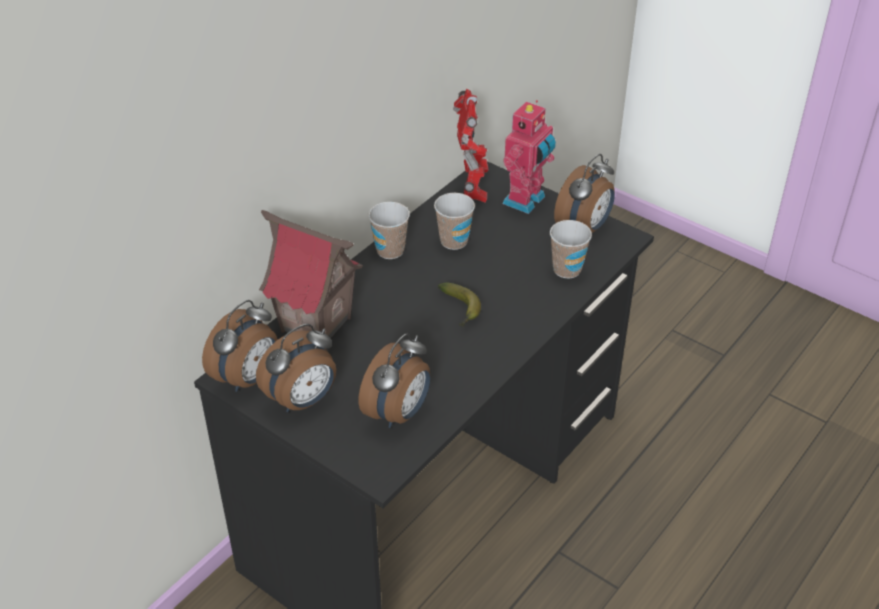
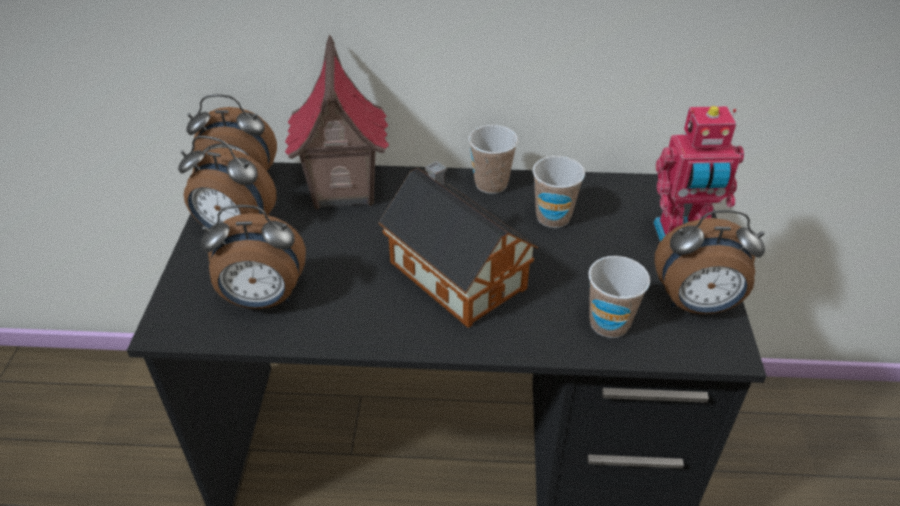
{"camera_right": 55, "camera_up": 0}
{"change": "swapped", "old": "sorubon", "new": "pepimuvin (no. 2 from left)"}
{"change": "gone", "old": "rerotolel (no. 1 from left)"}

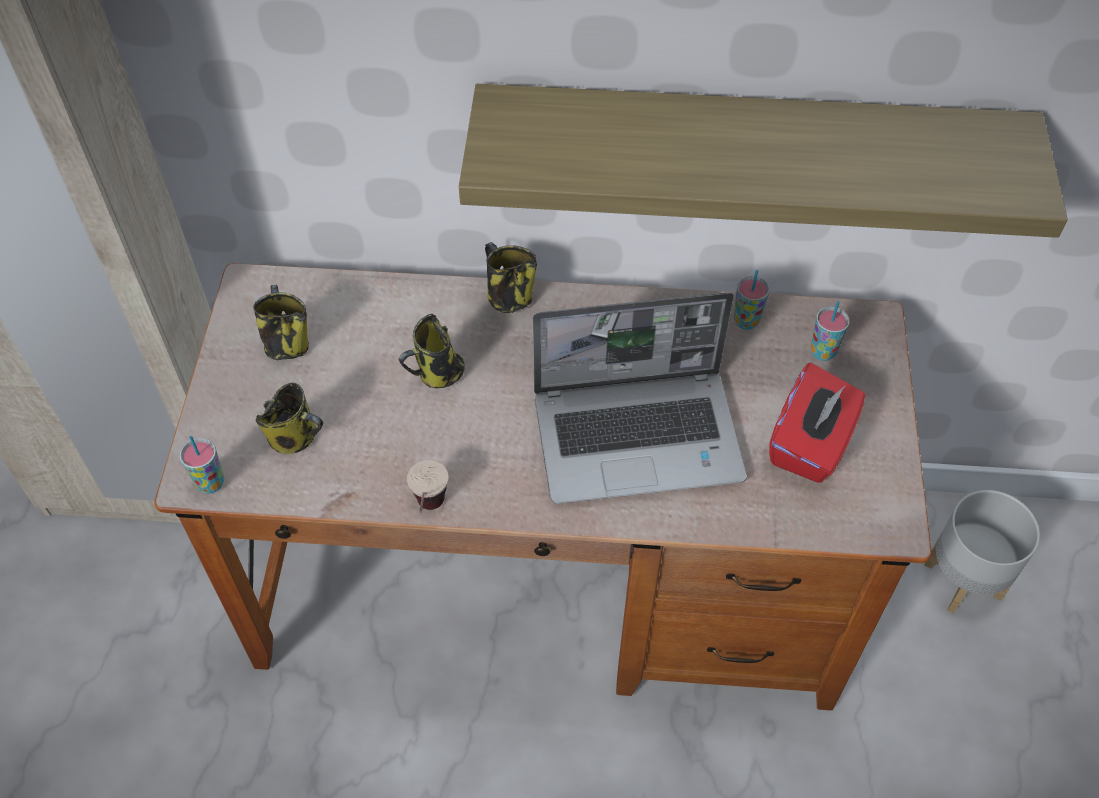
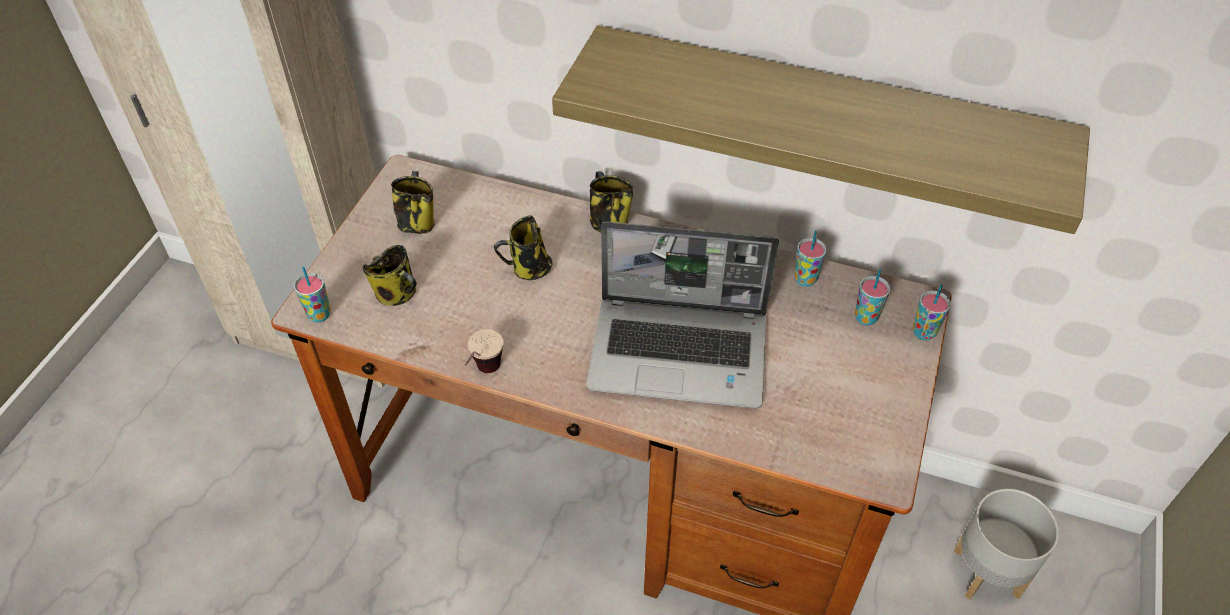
{"camera_right": 15, "camera_up": -5}
{"change": "gone", "old": "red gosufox"}
{"change": "new", "new": "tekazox (no. 5 from left)"}

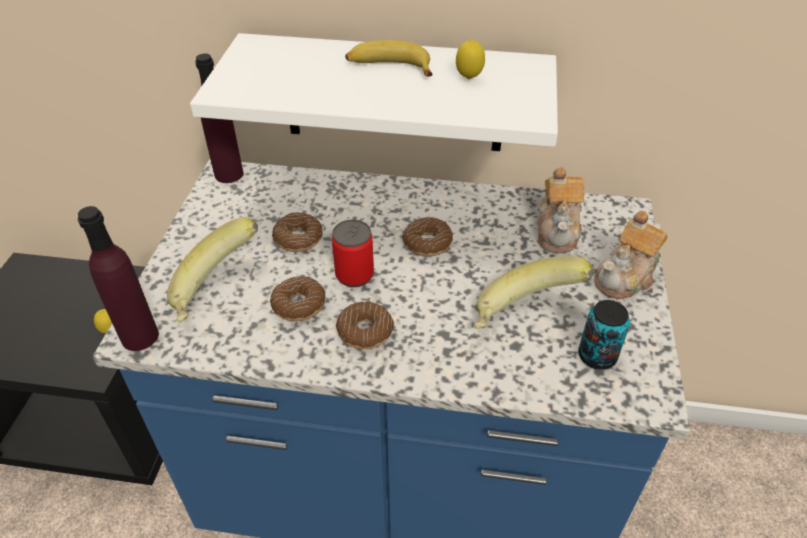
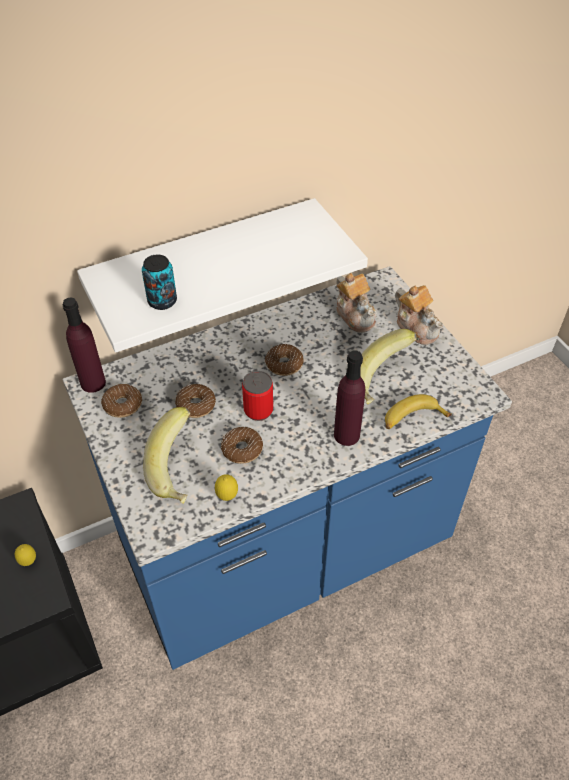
{"camera_right": -35, "camera_up": 5}
{"change": "shifted", "old": "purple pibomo (no. 1 from left in the first image)", "new": "purple pibomo (no. 2 from left)"}
{"change": "shifted", "old": "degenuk (no. 3 from left in the first image)", "new": "degenuk (no. 1 from left)"}
{"change": "shifted", "old": "sorubon (no. 2 from left in the first image)", "new": "sorubon (no. 3 from left)"}
{"change": "shifted", "old": "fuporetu (no. 2 from left)"}
{"change": "shifted", "old": "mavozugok (no. 2 from left in the first image)", "new": "mavozugok (no. 1 from left)"}
{"change": "rotated", "old": "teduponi (no. 2 from left)", "degrees": -45}

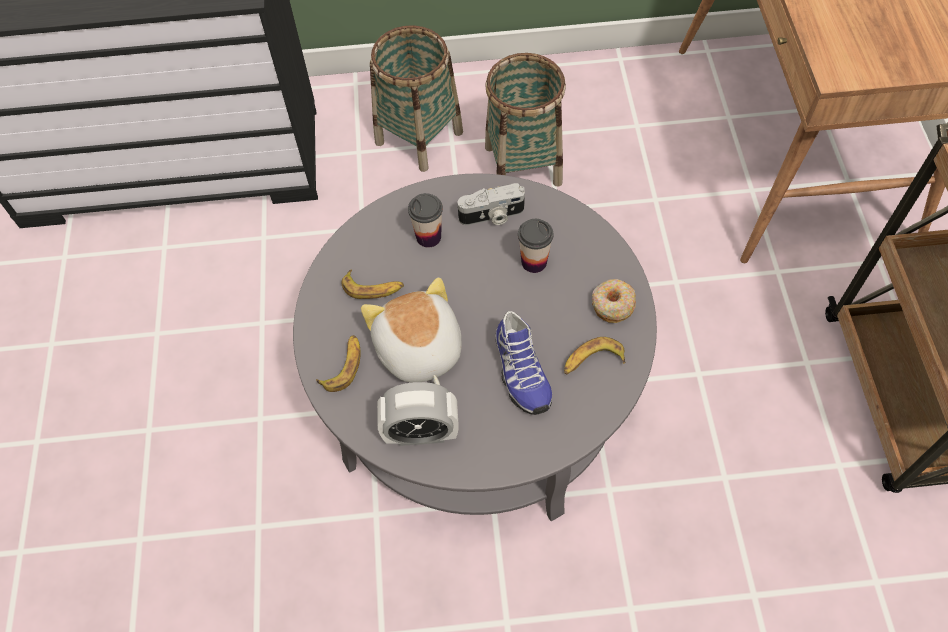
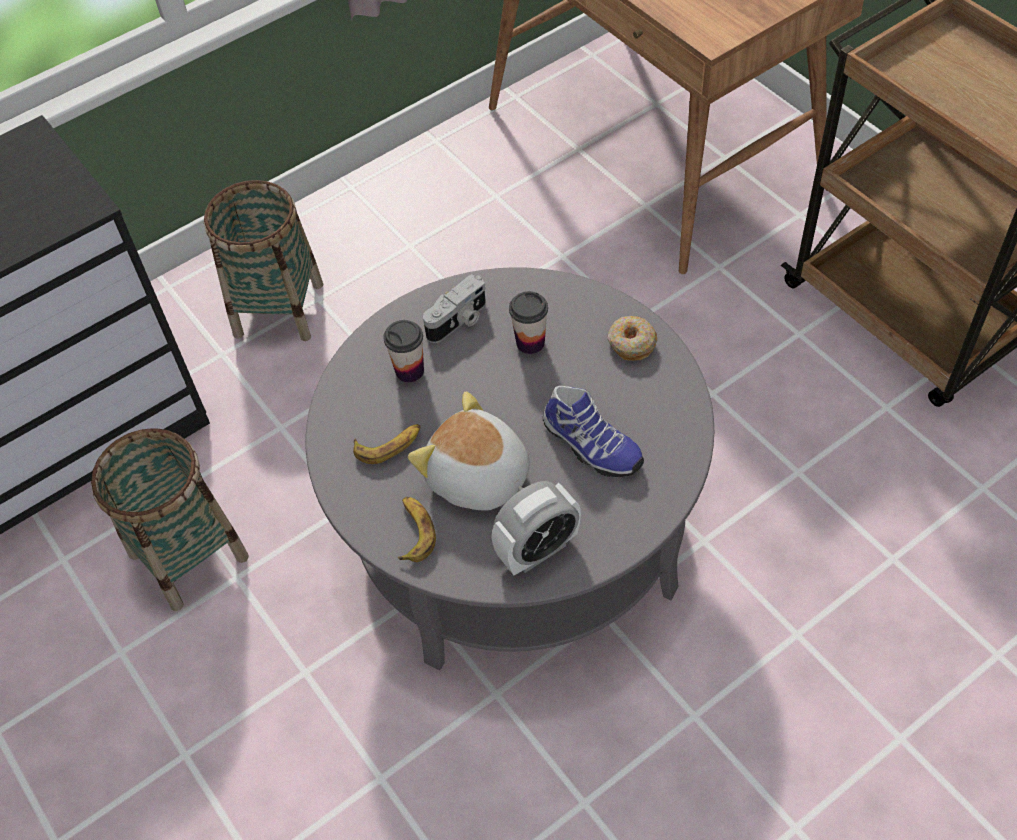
{"camera_right": -30, "camera_up": -5}
{"change": "shifted", "old": "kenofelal (no. 2 from left in the first image)", "new": "kenofelal (no. 1 from left)"}
{"change": "gone", "old": "sorubon (no. 3 from left)"}

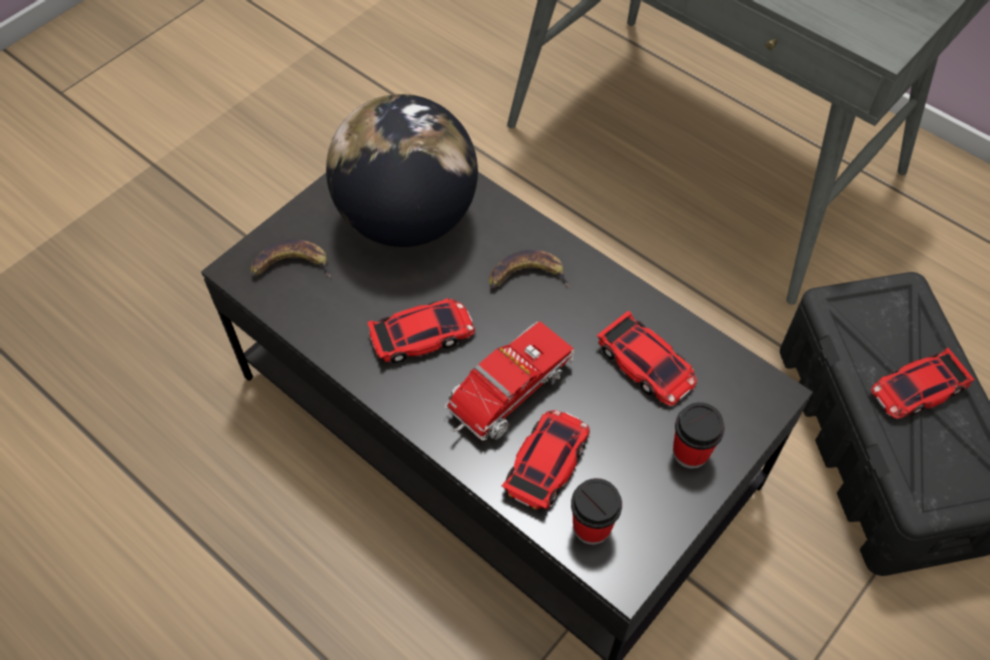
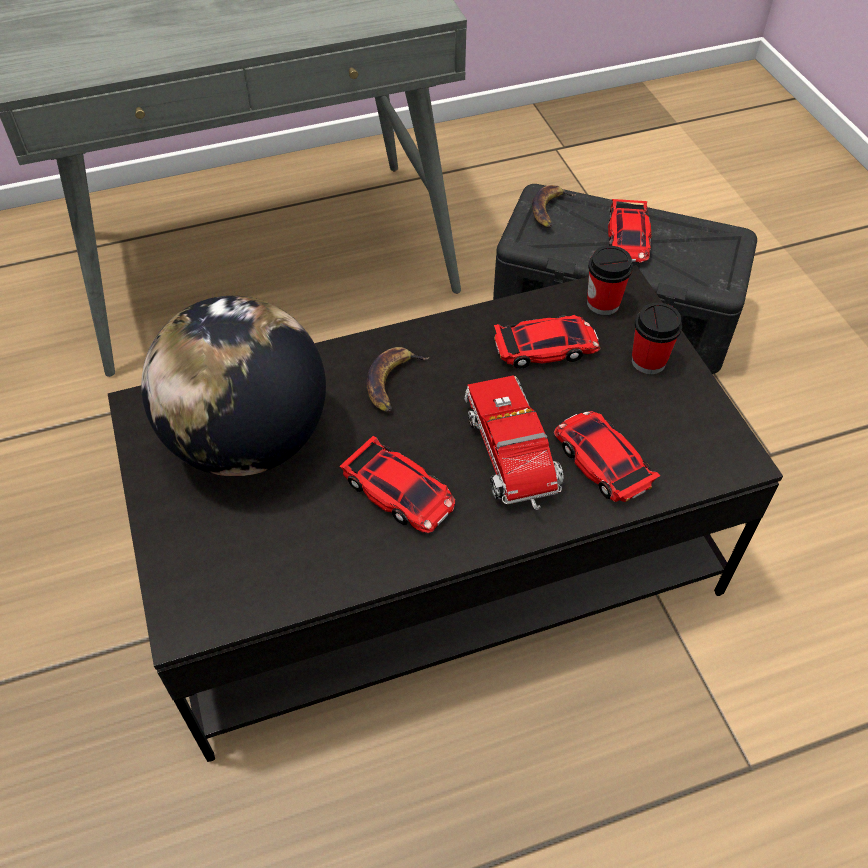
{"camera_right": -60, "camera_up": -5}
{"change": "shifted", "old": "sorubon (no. 1 from left in the first image)", "new": "sorubon (no. 2 from left)"}
{"change": "rotated", "old": "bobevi (no. 1 from left)", "degrees": 120}
{"change": "shifted", "old": "tekazox (no. 1 from left)"}

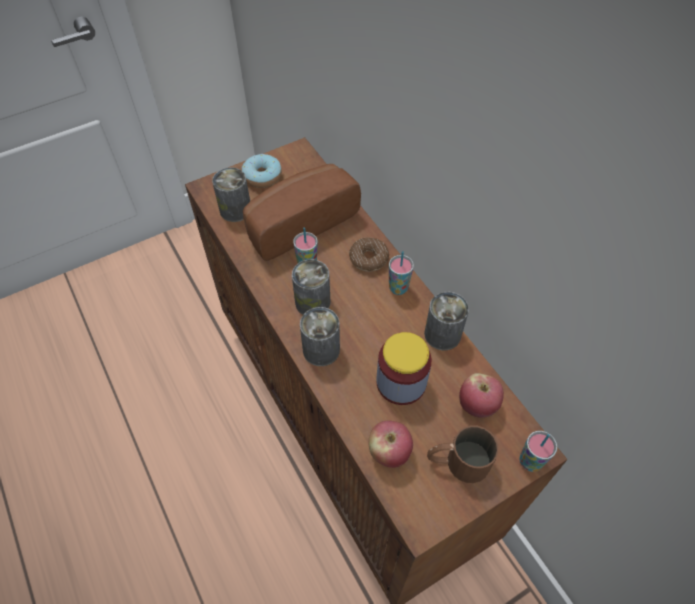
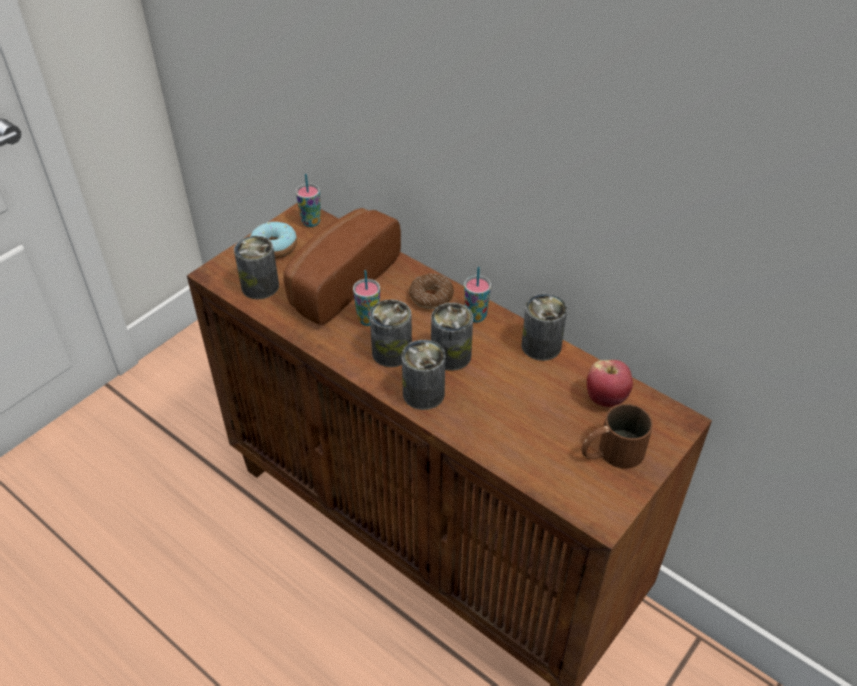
{"camera_right": -20, "camera_up": -10}
{"change": "gone", "old": "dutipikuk (no. 1 from left)"}
{"change": "gone", "old": "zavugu"}
{"change": "shifted", "old": "tekazox (no. 3 from left in the first image)", "new": "tekazox (no. 1 from left)"}
{"change": "new", "new": "mavozugok (no. 4 from left)"}

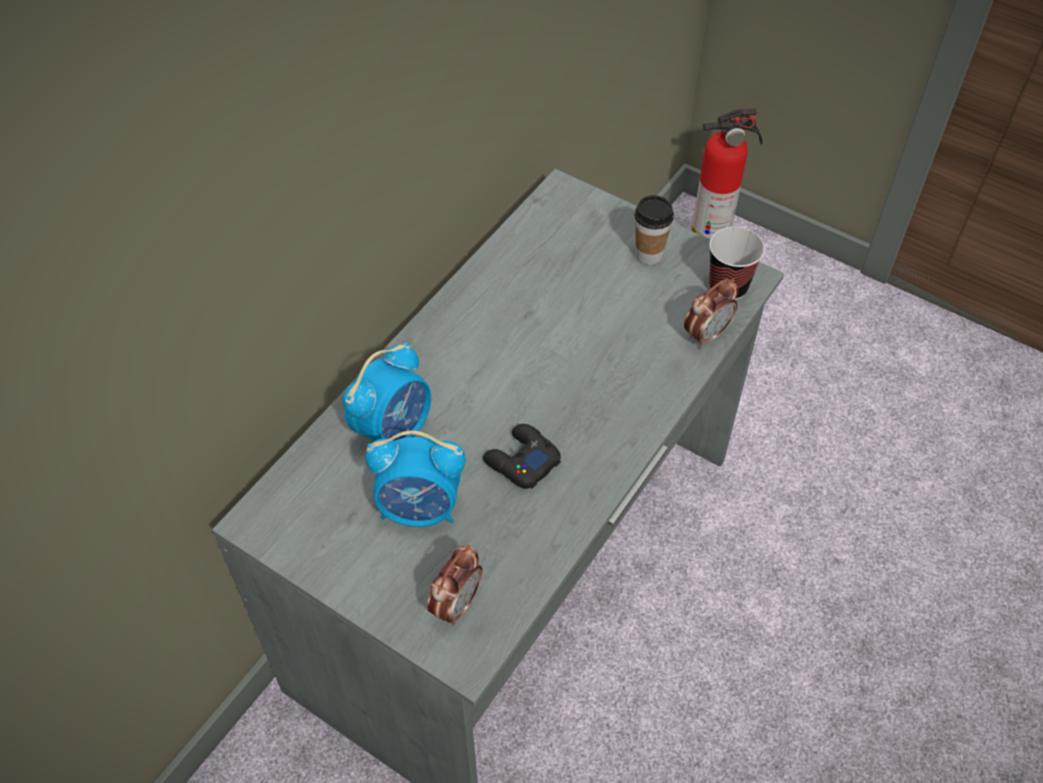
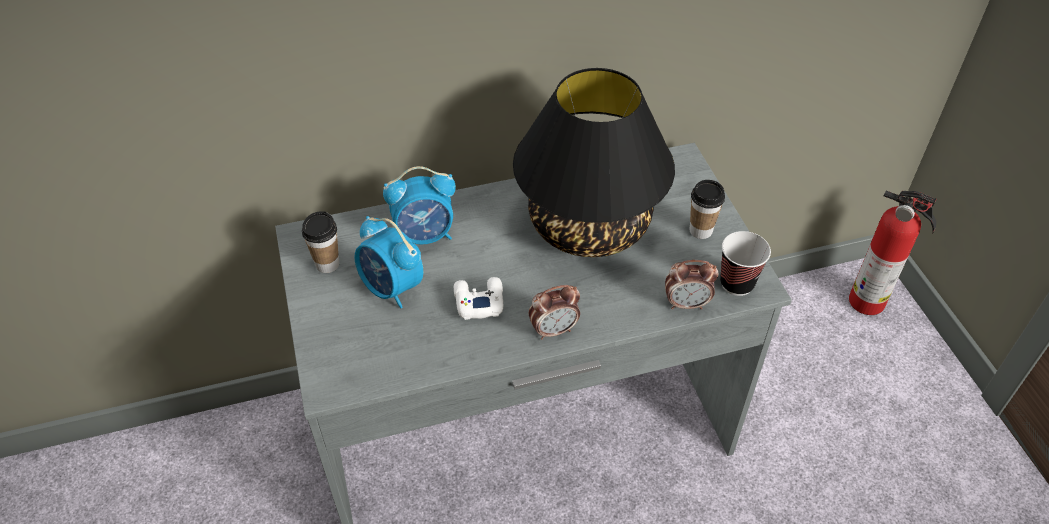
{"camera_right": 40, "camera_up": -5}
{"change": "shifted", "old": "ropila (no. 3 from left)"}
{"change": "repainted", "old": "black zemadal", "new": "white zemadal"}
{"change": "new", "new": "tekazox (no. 1 from left)"}
{"change": "new", "new": "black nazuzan"}

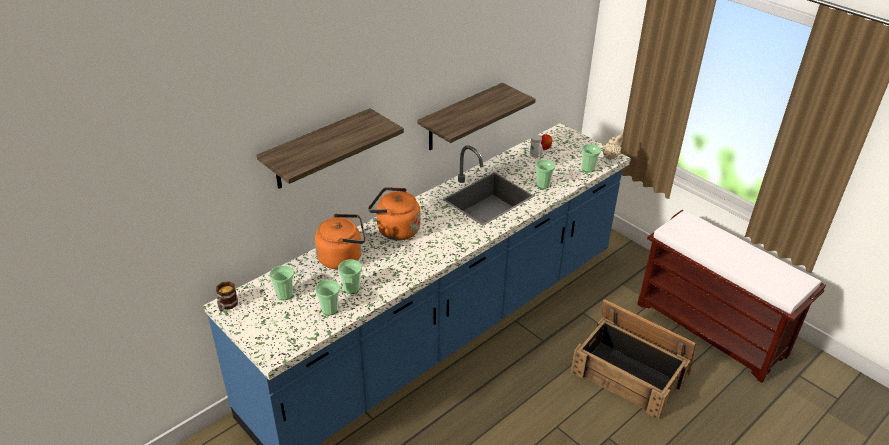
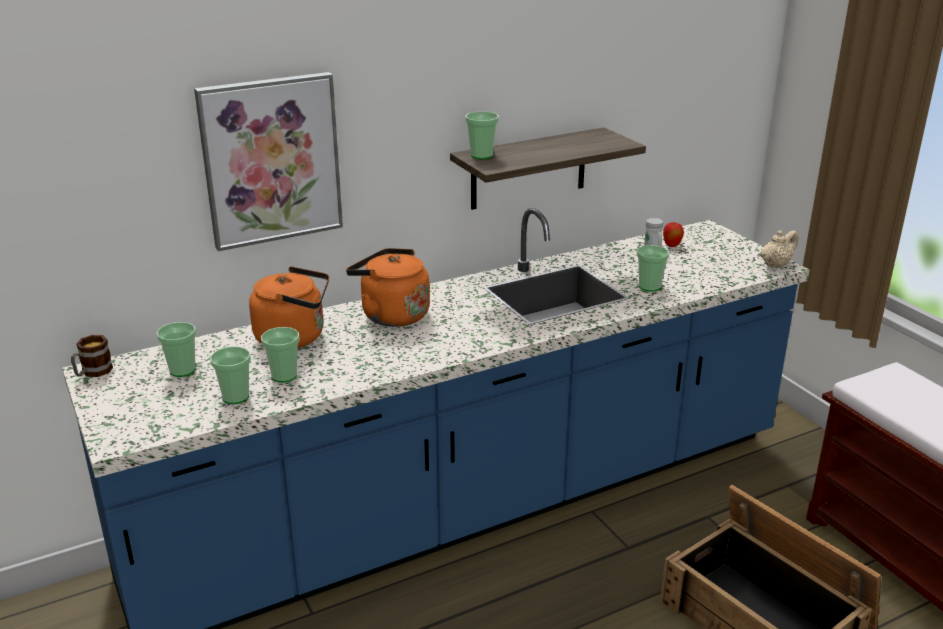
{"camera_right": 15, "camera_up": -10}
{"change": "swapped", "old": "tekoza (no. 1 from left)", "new": "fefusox"}
{"change": "shifted", "old": "tekazox (no. 5 from left in the first image)", "new": "tekazox (no. 4 from left)"}

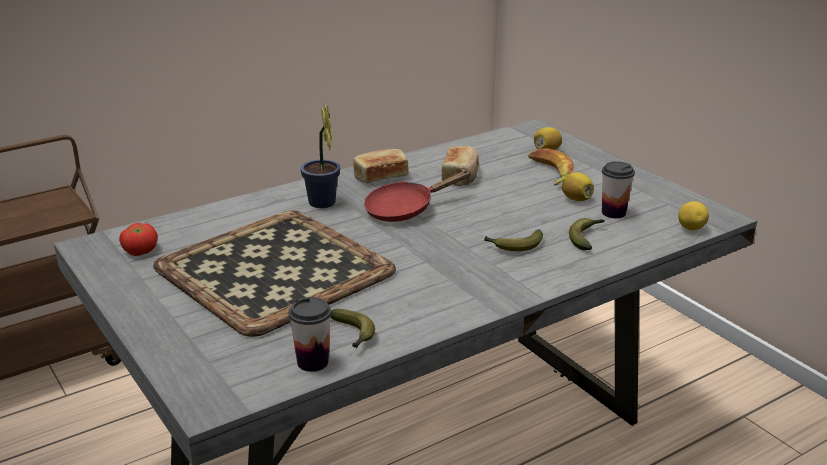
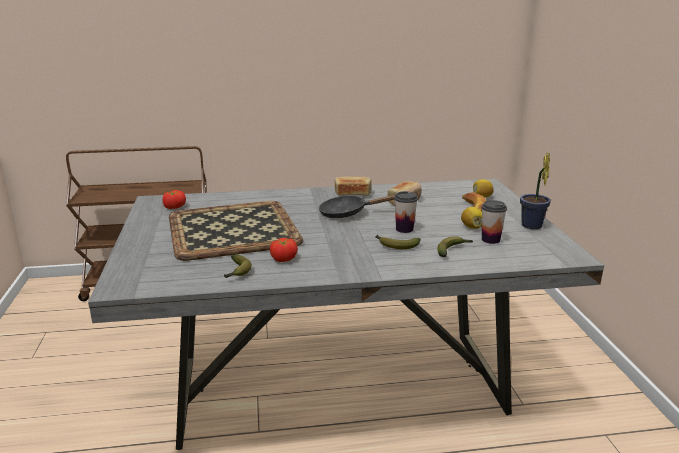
{"camera_right": 25, "camera_up": -5}
{"change": "shifted", "old": "tekazox (no. 1 from left)"}
{"change": "shifted", "old": "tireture"}
{"change": "repainted", "old": "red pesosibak", "new": "black pesosibak"}
{"change": "gone", "old": "fuporetu (no. 3 from left)"}
{"change": "new", "new": "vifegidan (no. 2 from left)"}

